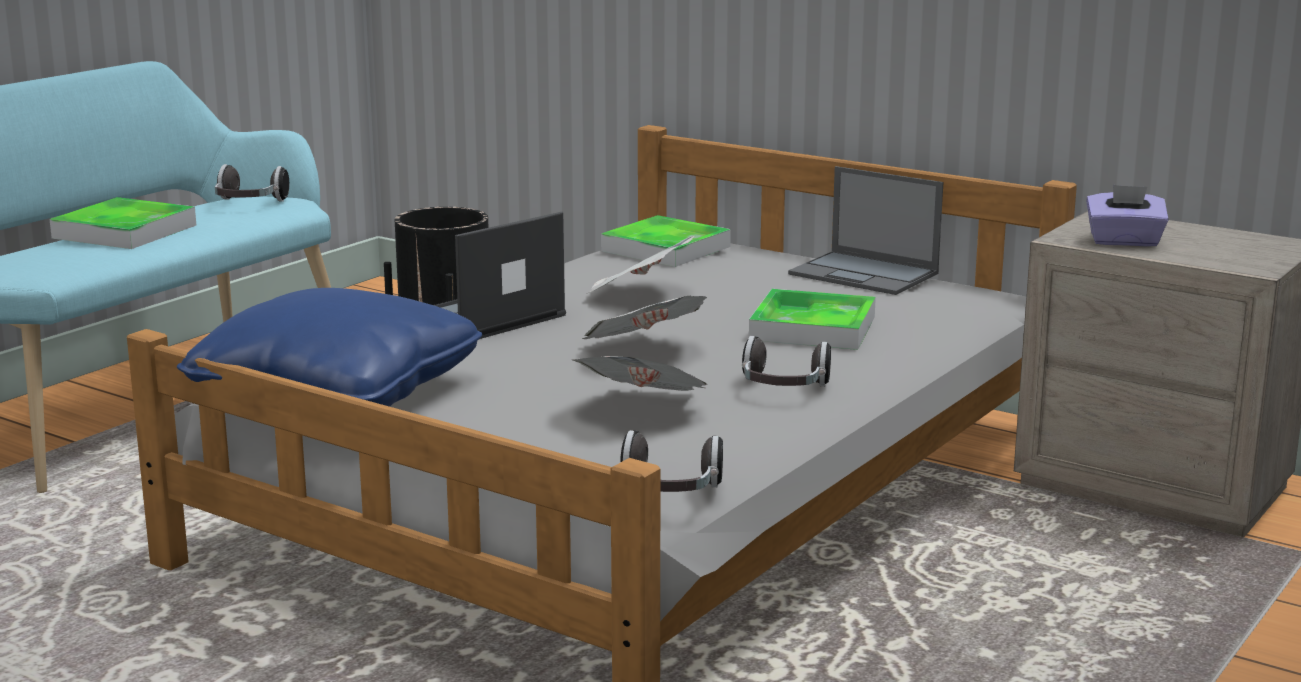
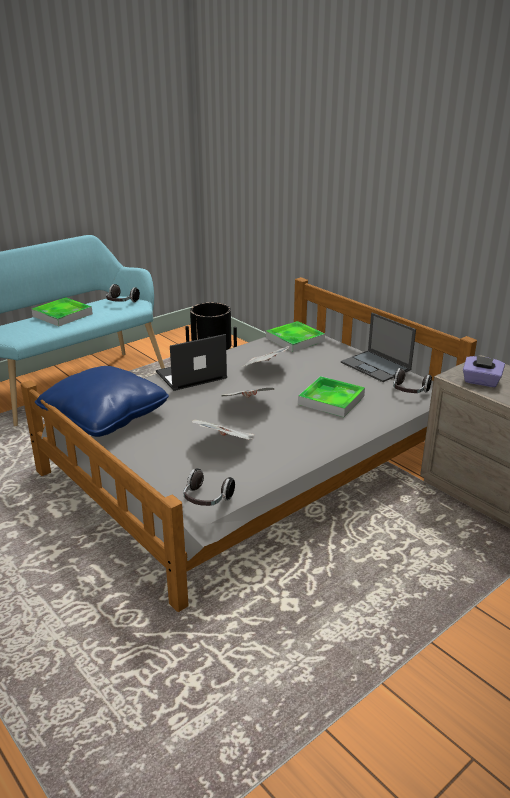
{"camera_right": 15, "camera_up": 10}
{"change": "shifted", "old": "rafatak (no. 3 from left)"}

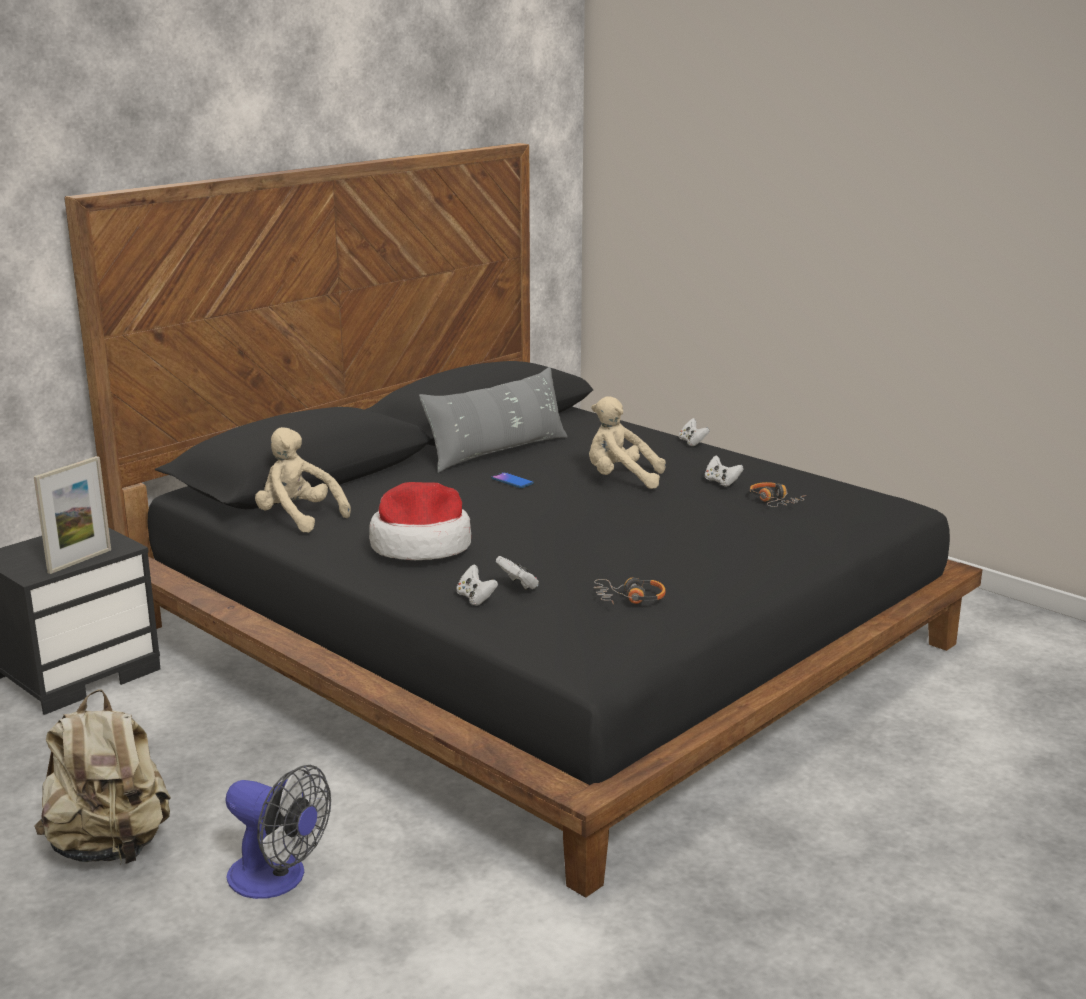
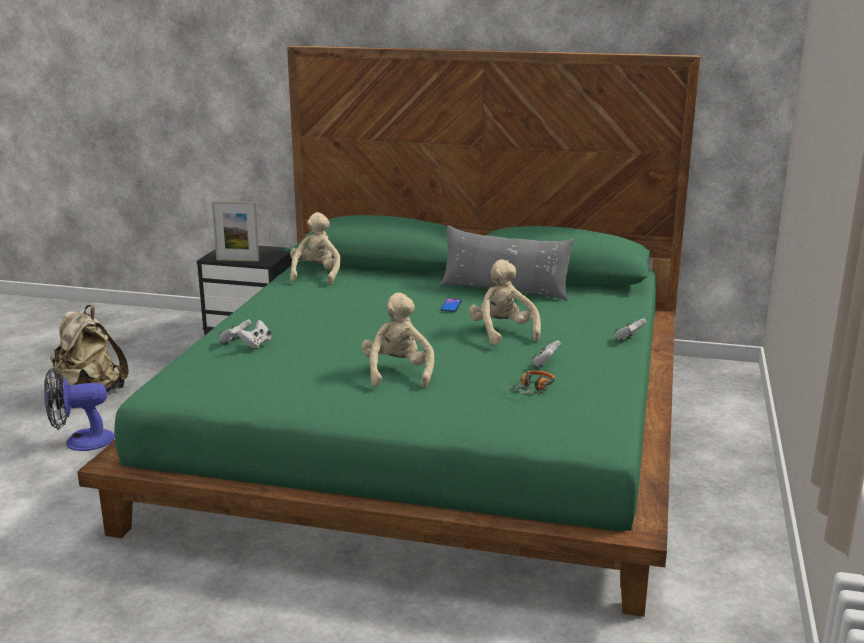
{"camera_right": 60, "camera_up": 0}
{"change": "repainted", "old": "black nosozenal", "new": "green nosozenal"}
{"change": "rotated", "old": "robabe", "degrees": 75}
{"change": "gone", "old": "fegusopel"}
{"change": "gone", "old": "rafatak (no. 1 from left)"}
{"change": "new", "new": "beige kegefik (no. 2 from left)"}

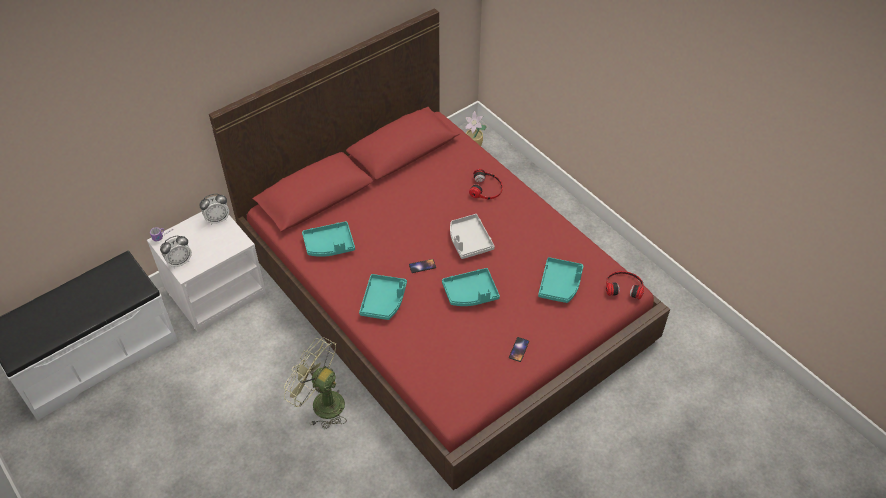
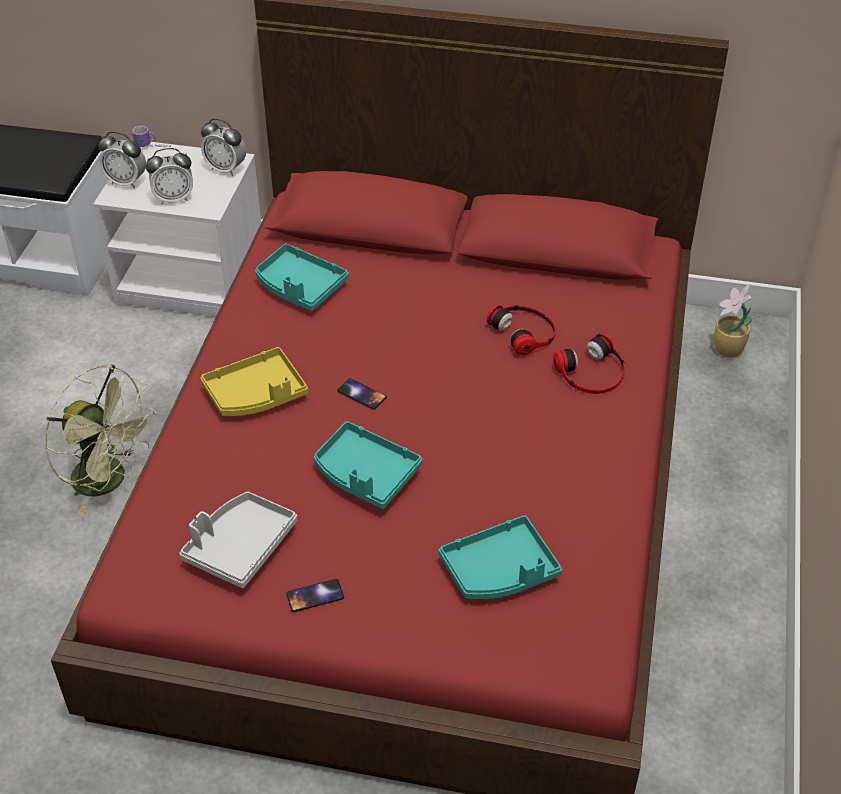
{"camera_right": 50, "camera_up": -5}
{"change": "rotated", "old": "green robabe", "degrees": 135}
{"change": "repainted", "old": "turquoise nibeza (no. 2 from left)", "new": "yellow nibeza"}
{"change": "shifted", "old": "grey nibeza"}
{"change": "shifted", "old": "rafatak (no. 2 from left in the first image)", "new": "rafatak (no. 1 from left)"}
{"change": "new", "new": "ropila (no. 2 from left)"}

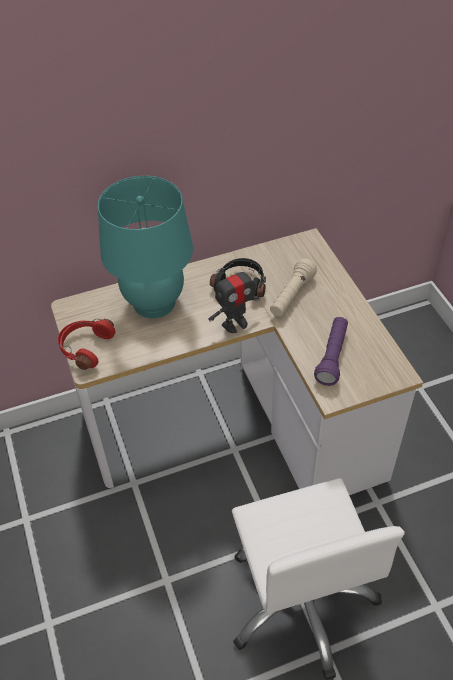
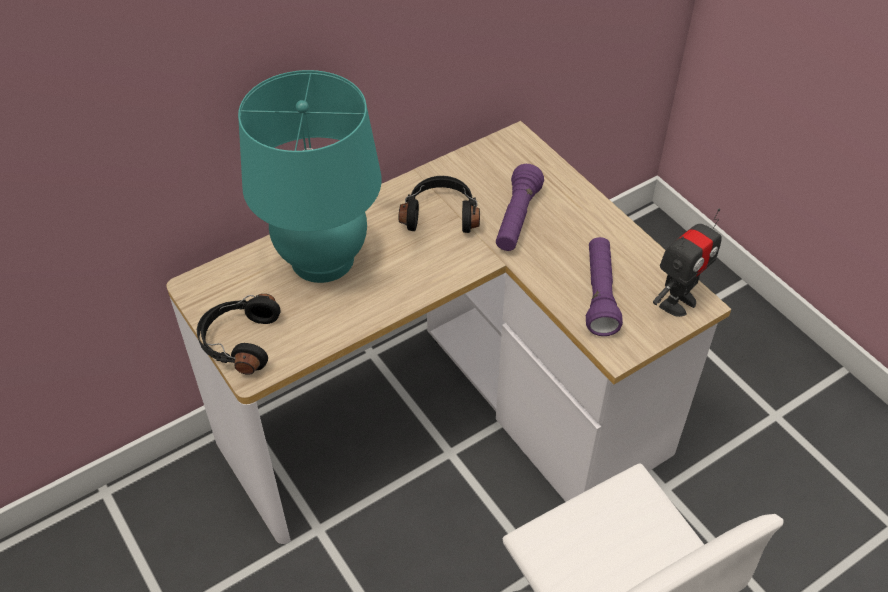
{"camera_right": -15, "camera_up": 0}
{"change": "repainted", "old": "red rafatak", "new": "black rafatak (no. 1 from left)"}
{"change": "shifted", "old": "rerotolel"}
{"change": "repainted", "old": "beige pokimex", "new": "purple pokimex (no. 1 from left)"}

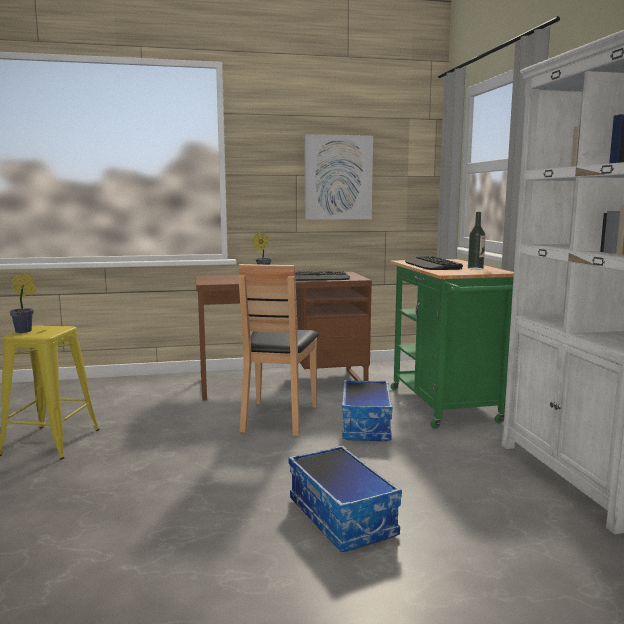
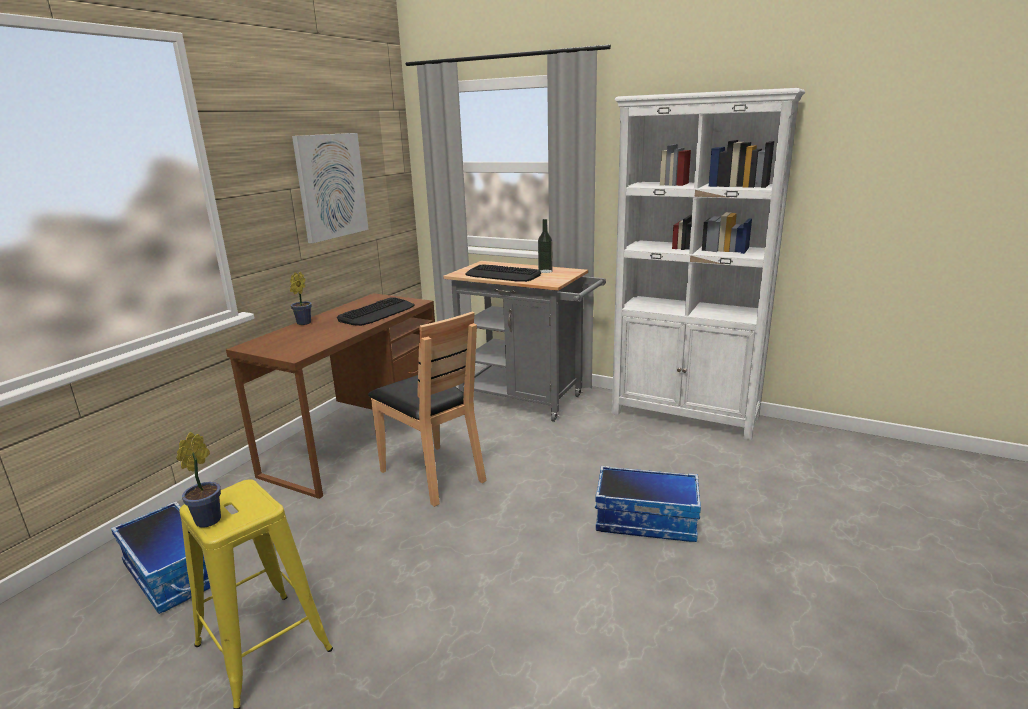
{"camera_right": -50, "camera_up": 10}
{"change": "shifted", "old": "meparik (no. 2 from left in the first image)", "new": "meparik (no. 1 from left)"}
{"change": "repainted", "old": "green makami", "new": "grey makami"}

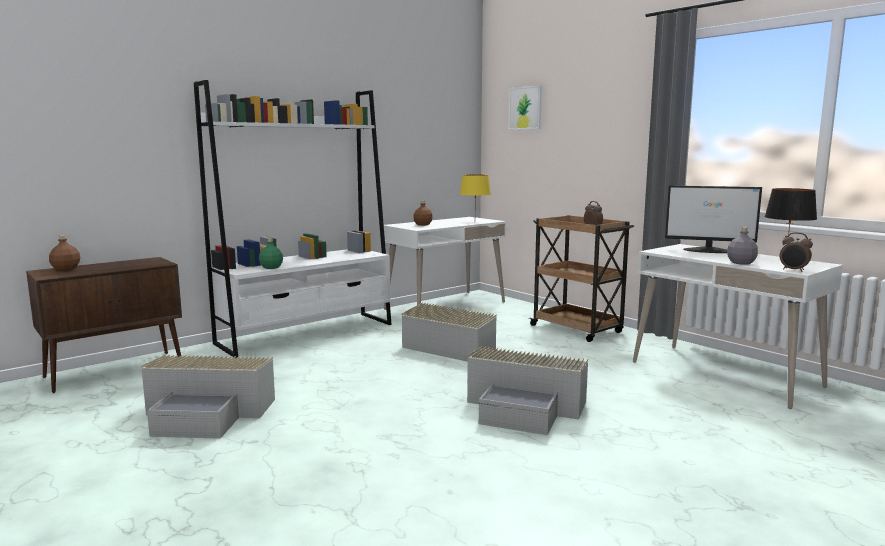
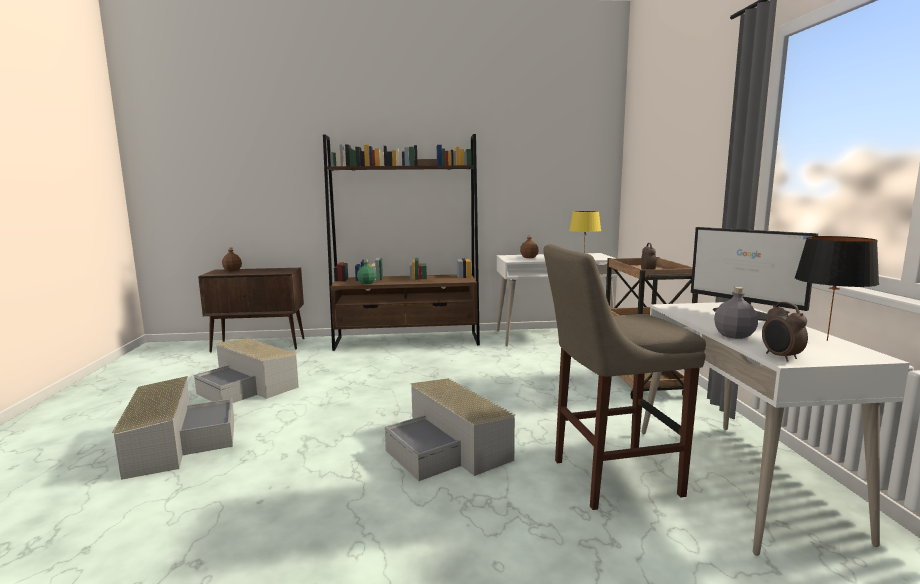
{"camera_right": 35, "camera_up": 0}
{"change": "repainted", "old": "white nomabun", "new": "brown nomabun"}
{"change": "shifted", "old": "grey meparik (no. 2 from left in the first image)", "new": "grey meparik (no. 1 from left)"}
{"change": "gone", "old": "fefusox"}
{"change": "new", "new": "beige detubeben"}

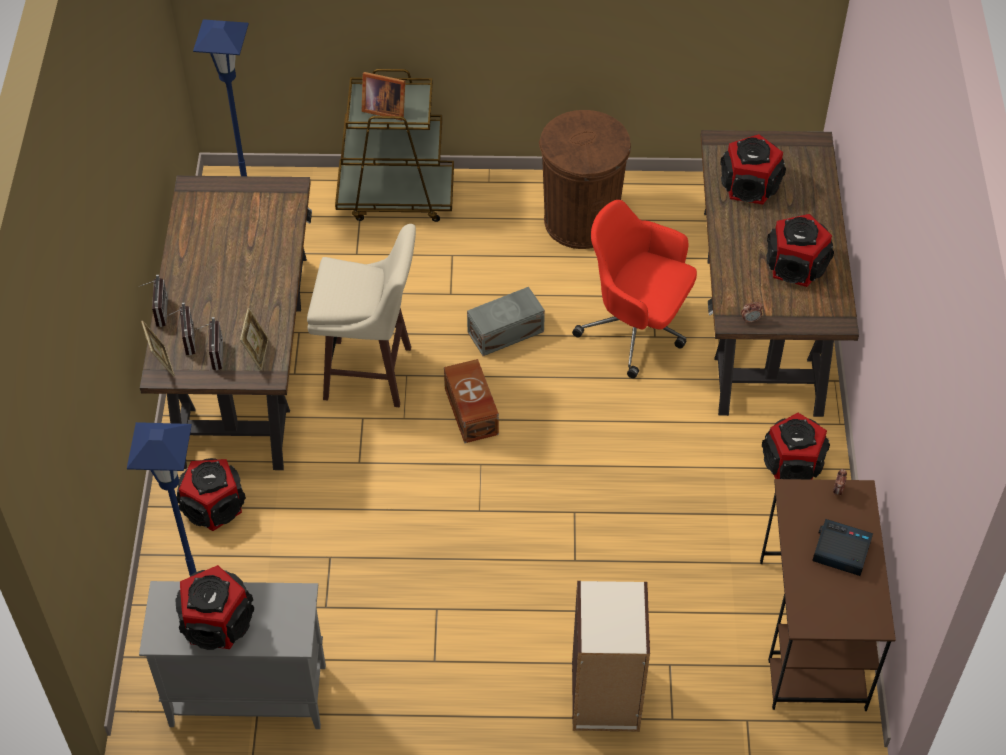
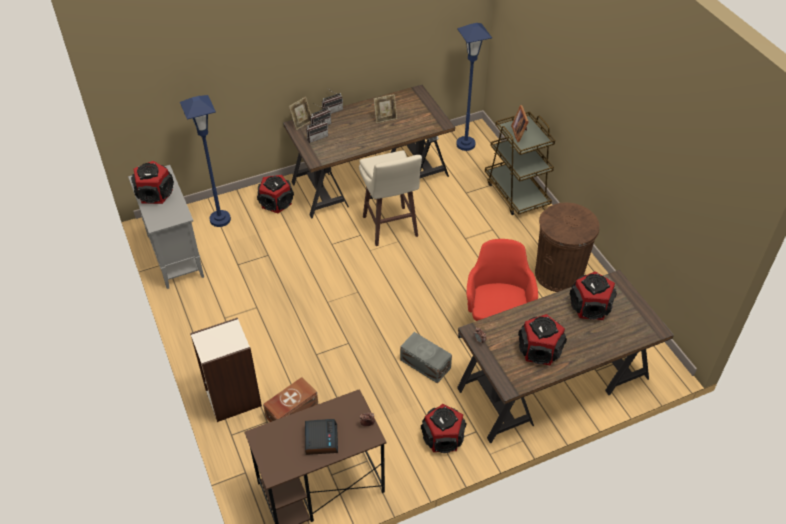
{"camera_right": 65, "camera_up": -5}
{"change": "shifted", "old": "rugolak (no. 2 from left)"}
{"change": "shifted", "old": "brown meparik"}
{"change": "shifted", "old": "grey meparik"}

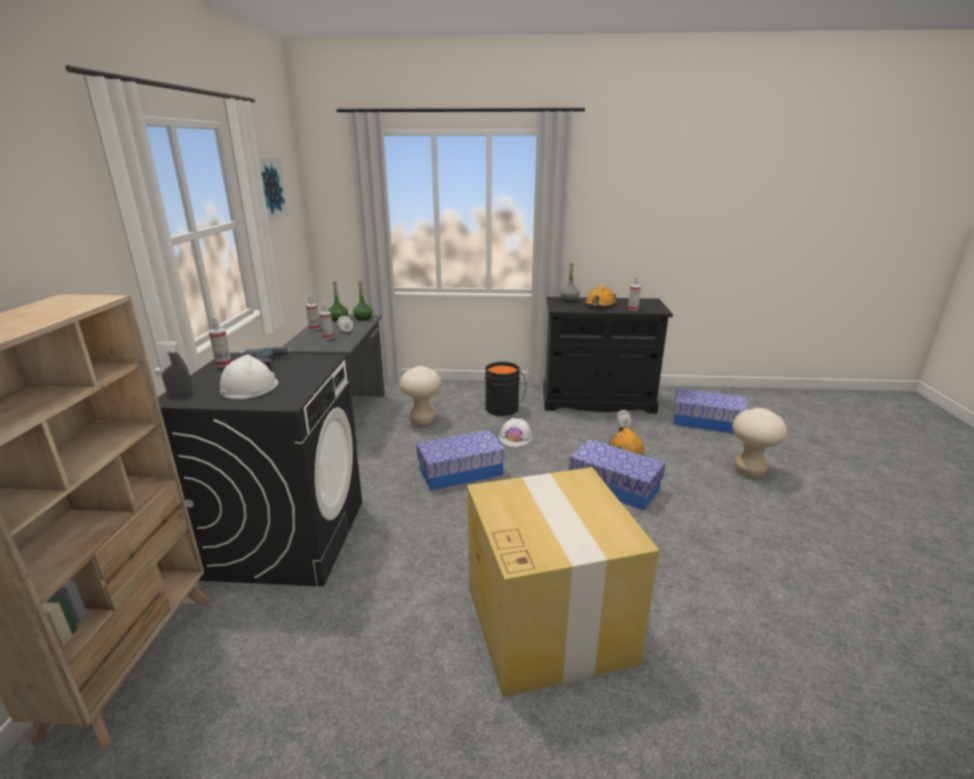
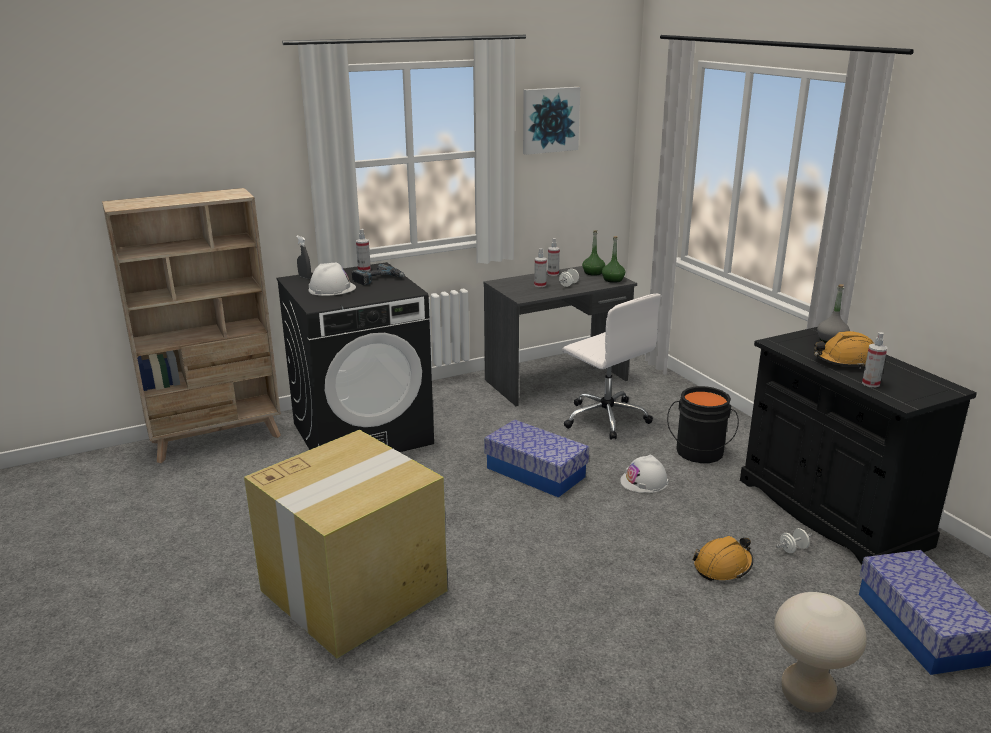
{"camera_right": 60, "camera_up": 0}
{"change": "swapped", "old": "beige detubeben (no. 1 from left)", "new": "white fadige"}
{"change": "gone", "old": "meparik (no. 2 from left)"}

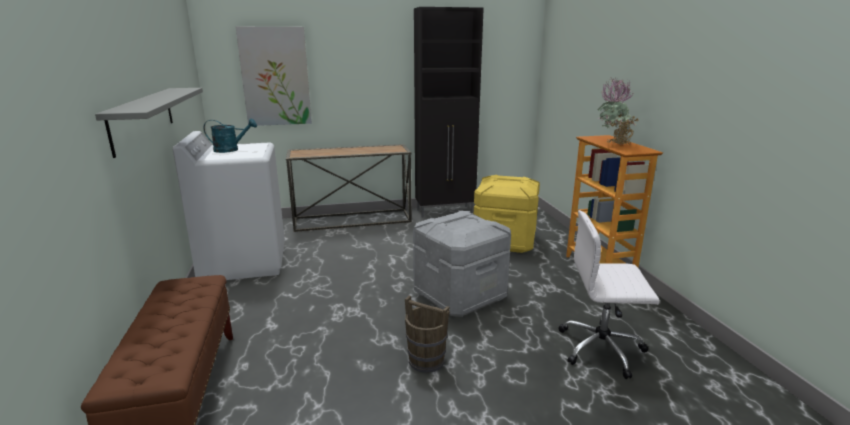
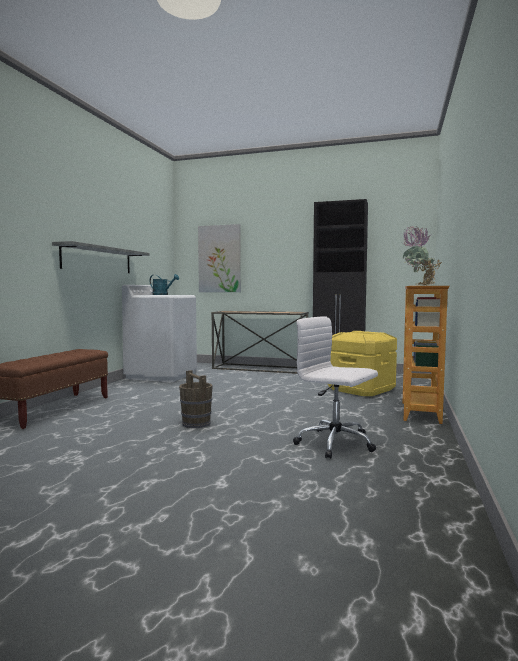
{"camera_right": 30, "camera_up": -15}
{"change": "gone", "old": "grey meparik"}

